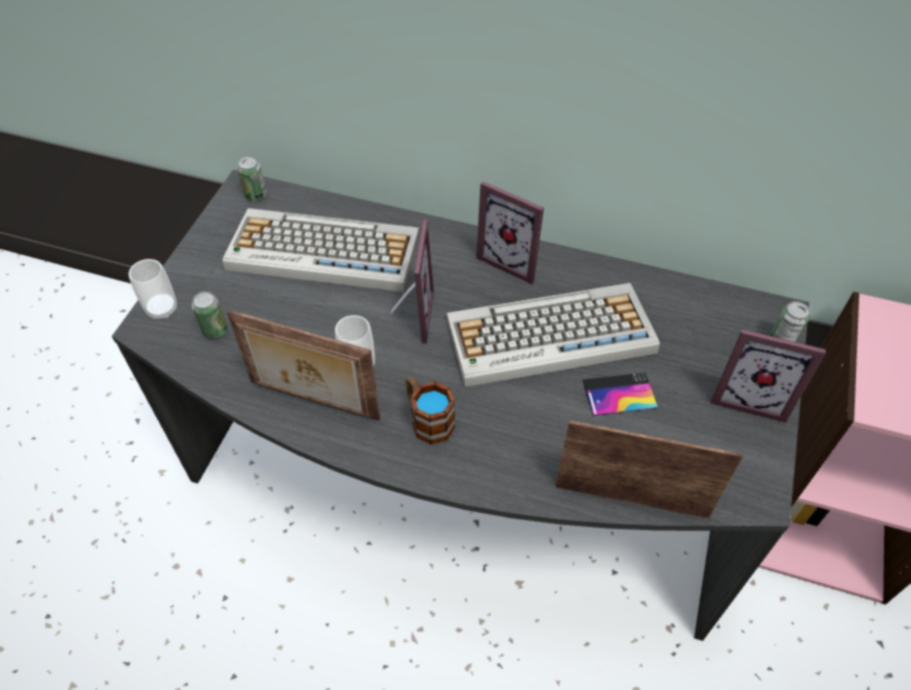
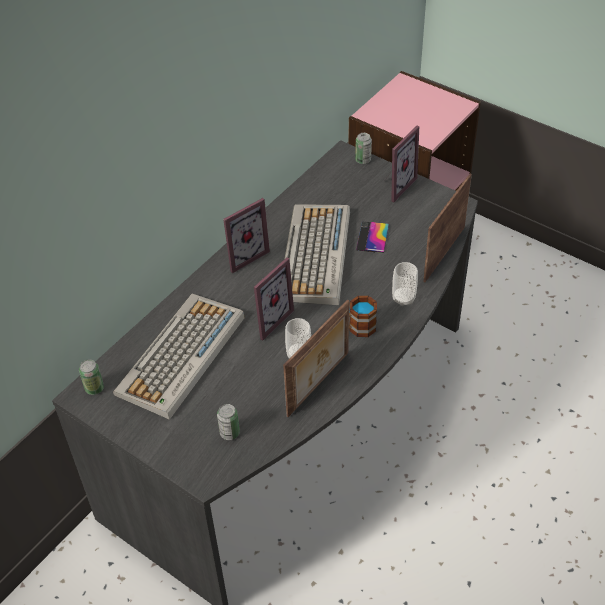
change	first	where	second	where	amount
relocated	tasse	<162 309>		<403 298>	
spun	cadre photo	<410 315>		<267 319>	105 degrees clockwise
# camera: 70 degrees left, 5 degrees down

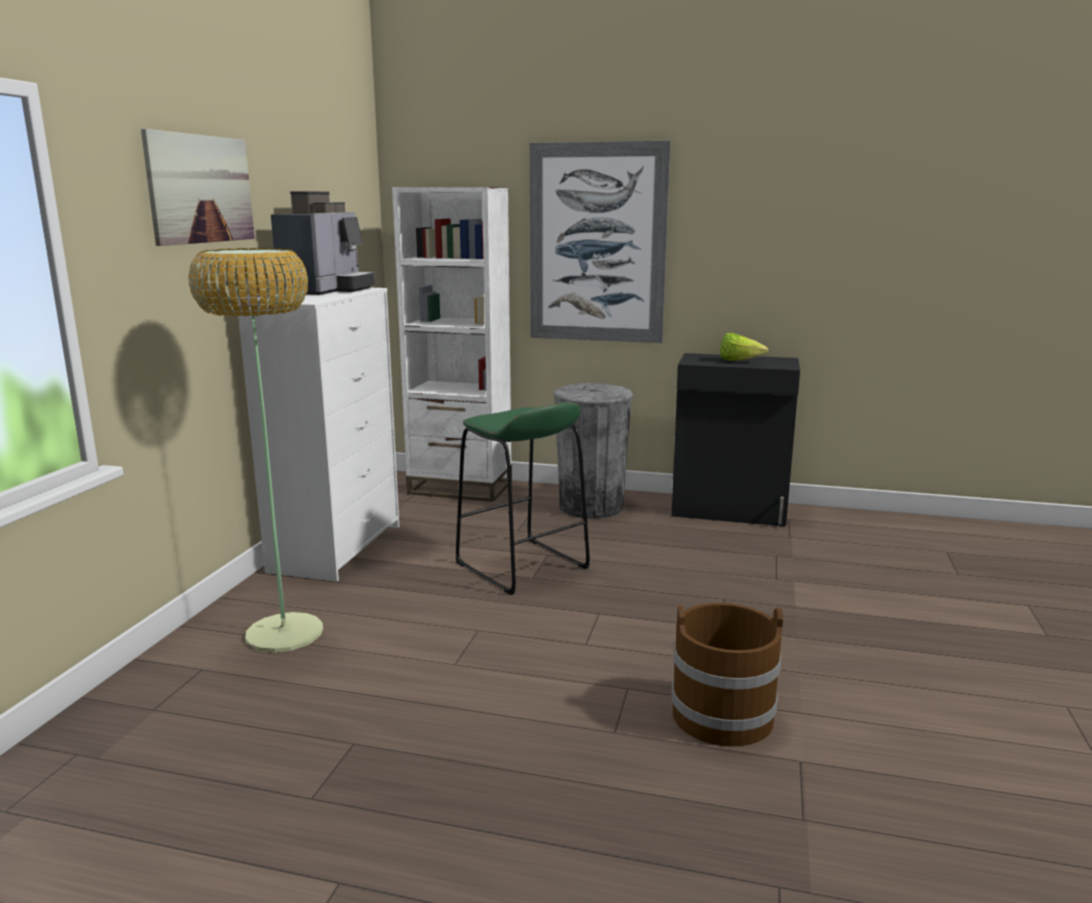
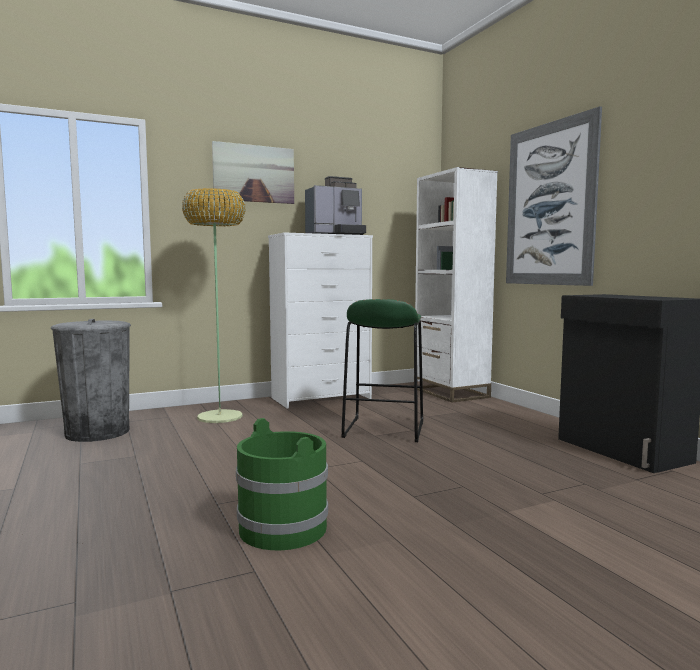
change	first	where	second	where	amount
relocated	poubelle (gris)	<591 507>		<97 432>	
colour	seau (marron)	<723 715>	seau (vert)	<283 528>	
missing	laitue	<739 361>			
# camera: 50 degrees right, 10 degrees down

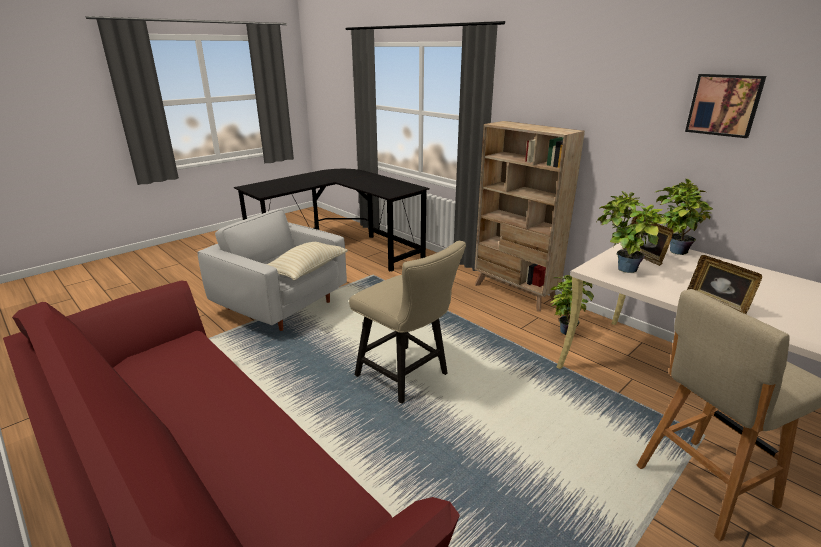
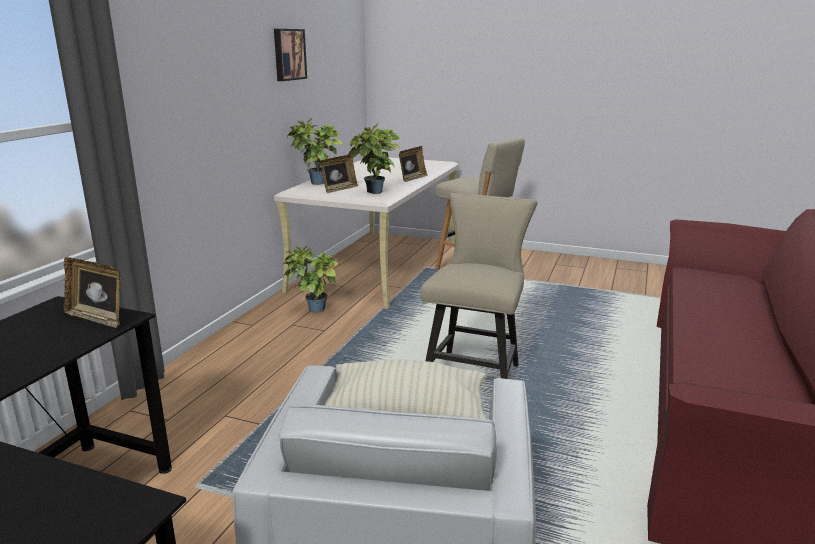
change	first	where	second	where	amount
missing	bibliothèque (beige)	<515 292>			
appeared			cadre photo	<97 318>	
# camera: 115 degrees left, 5 degrees down

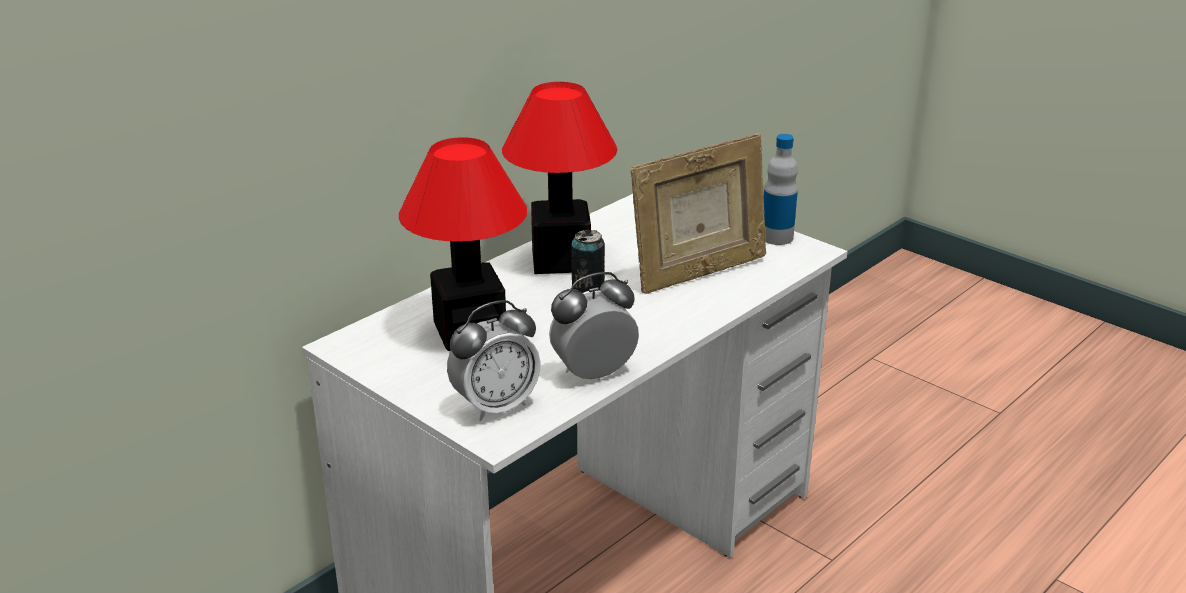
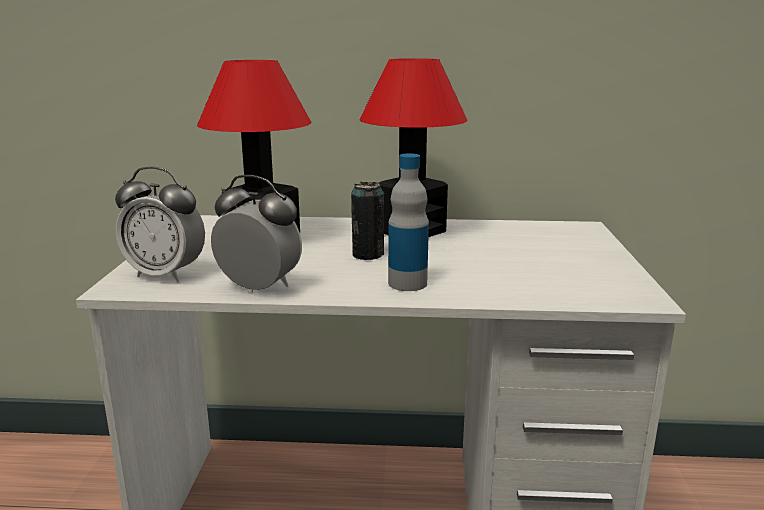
change	first	where	second	where	amount
missing	cadre photo	<698 273>			
relocated	bouteille	<776 237>		<407 283>	
# camera: 50 degrees right, 10 degrees down

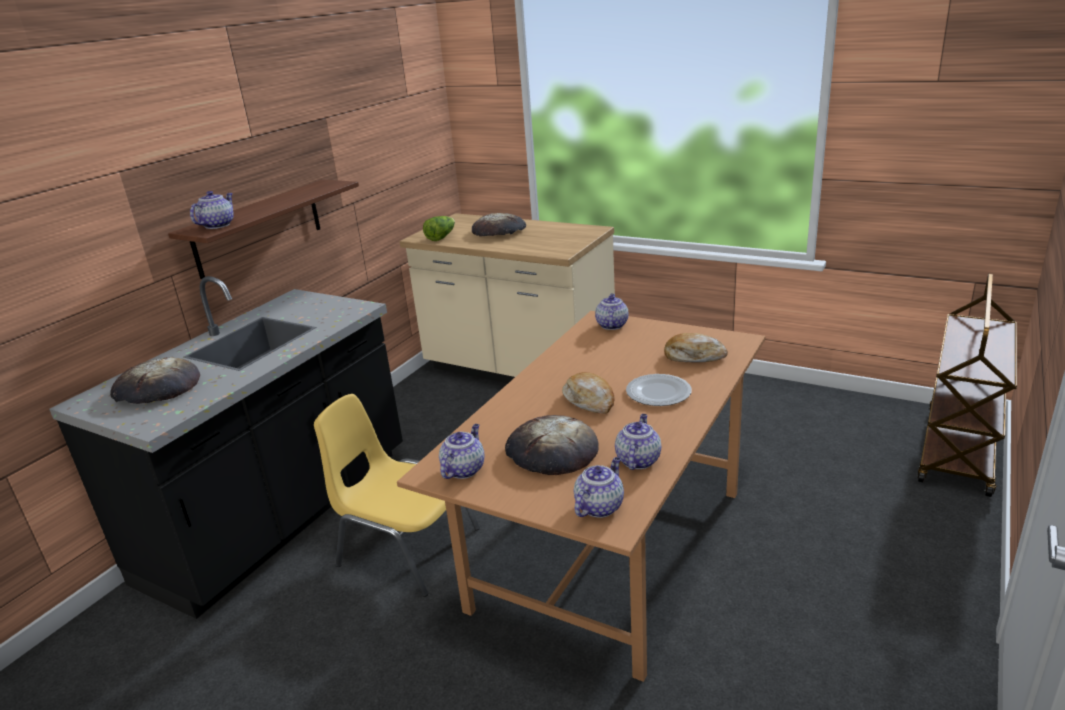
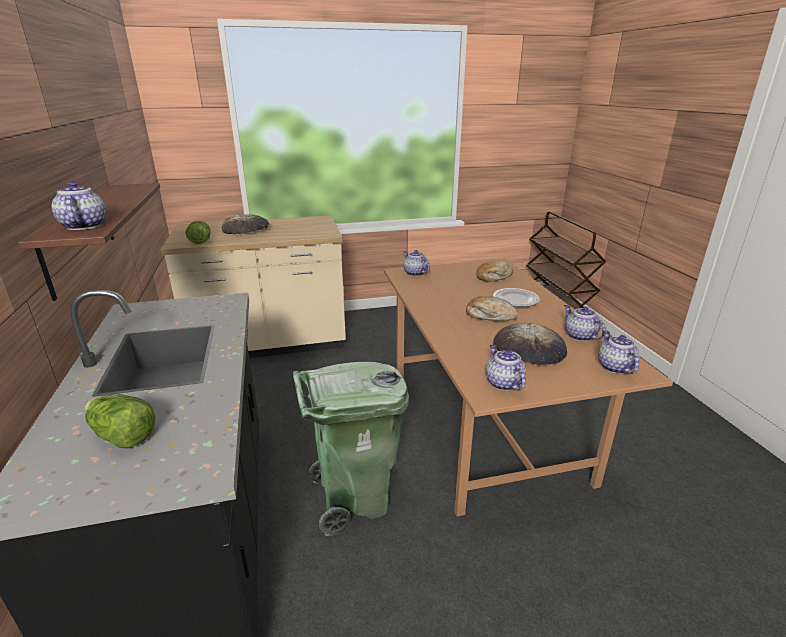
change	first	where	second	where	amount
exchanged	pain	<157 388>	laitue	<122 435>	
exchanged	chaise (jaune)	<406 547>	poubelle (vert)	<354 498>	
# camera: 45 degrees left, 0 degrees up

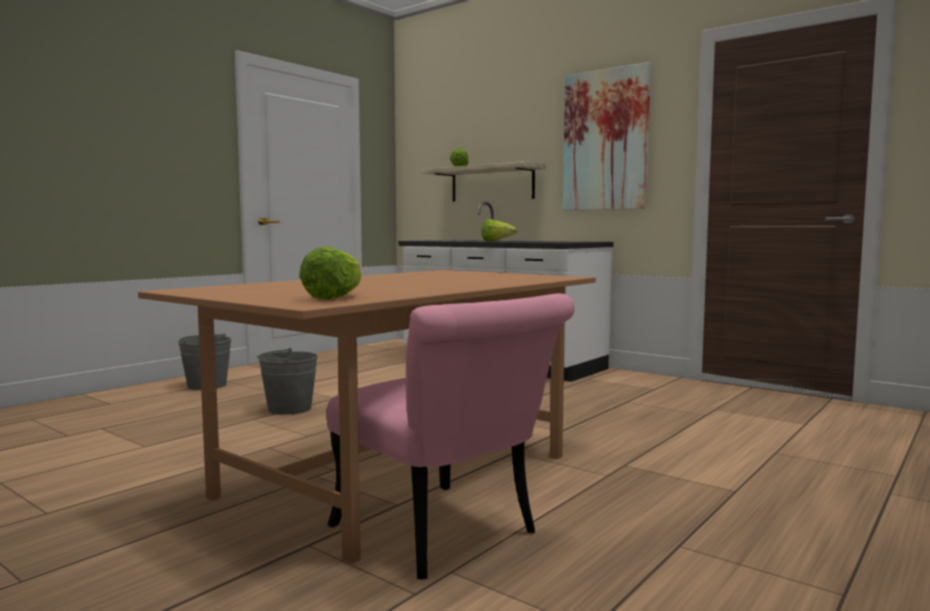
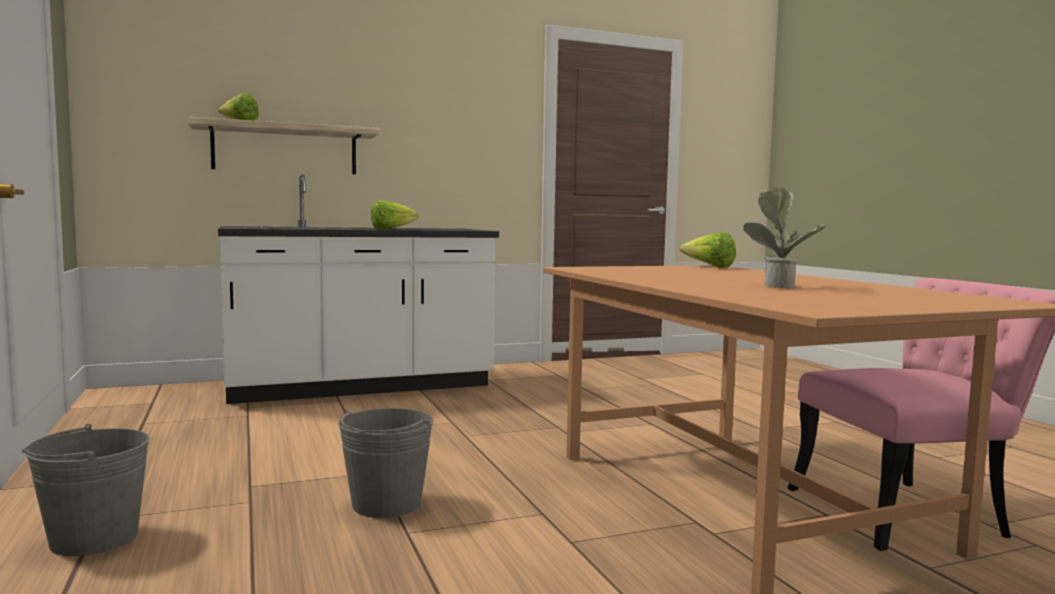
change	first	where	second	where	amount
relocated	laitue	<335 298>		<709 267>	
missing	tableau	<605 140>			
appeared			plante en pot	<778 286>	
# camera: 60 degrees left, 0 degrees up

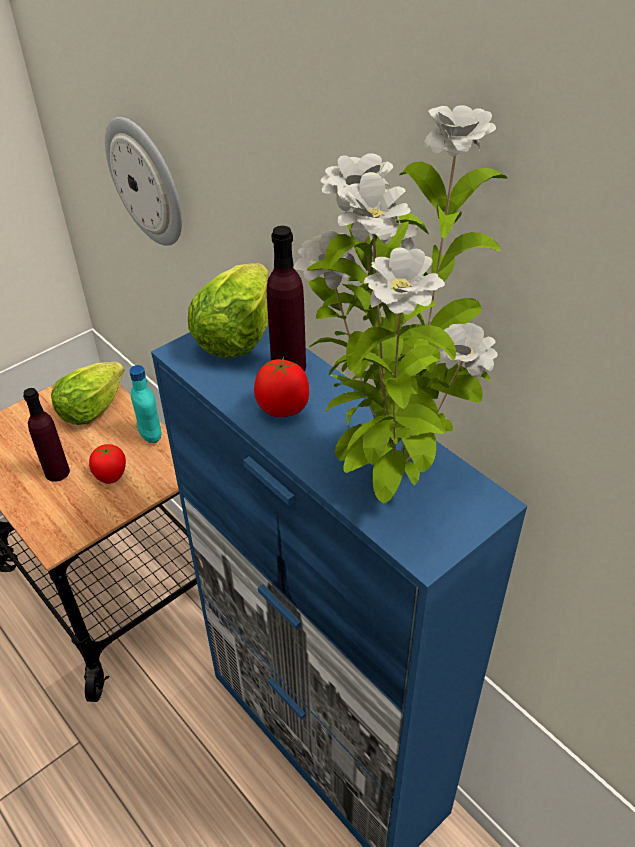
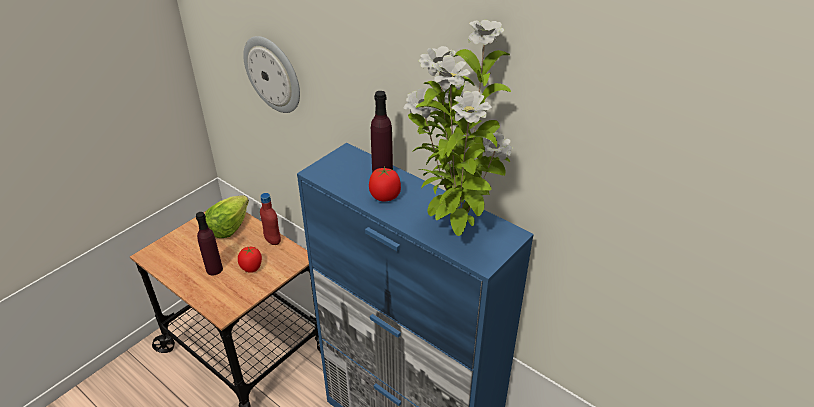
change	first	where	second	where	amount
colour	bouteille (turquoise)	<150 435>	bouteille (rouge)	<272 240>	
missing	laitue	<235 337>			
# camera: 10 degrees left, 5 degrees down

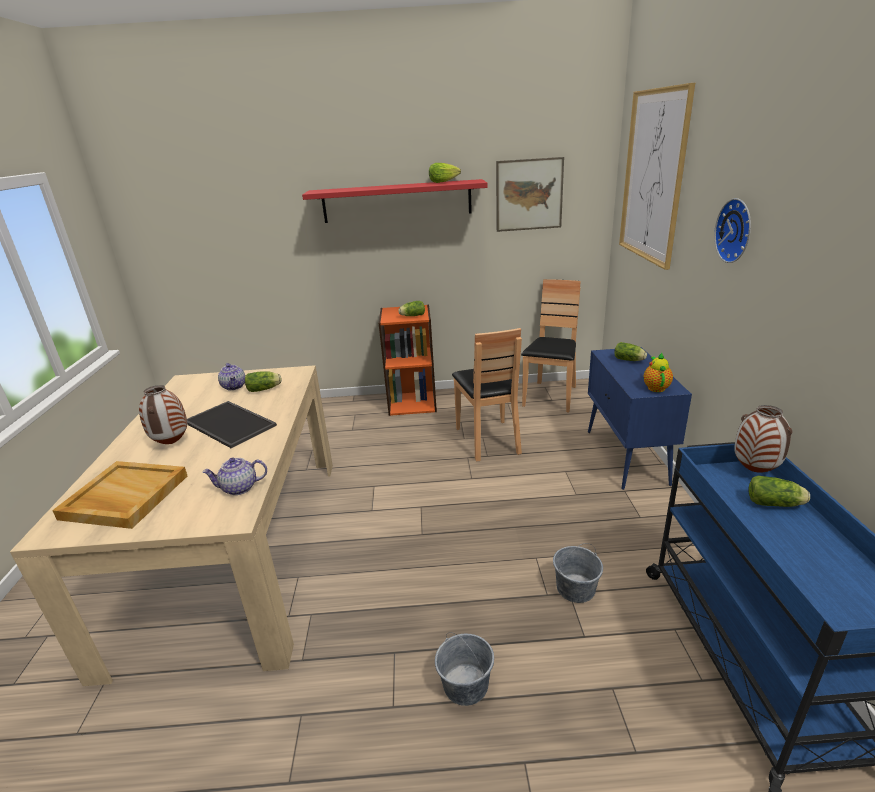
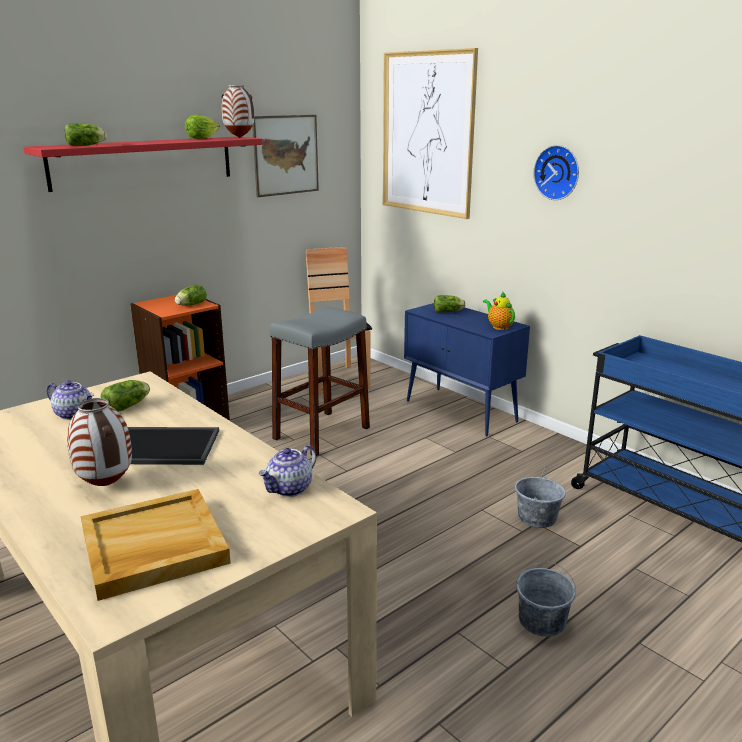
change	first	where	second	where	amount
exchanged	chaise (marron)	<488 440>	tabouret (gris)	<321 433>	
relocated	vase	<755 471>		<240 137>	
relocated	laitue	<776 504>		<87 145>	
# camera: 40 degrees left, 5 degrees down

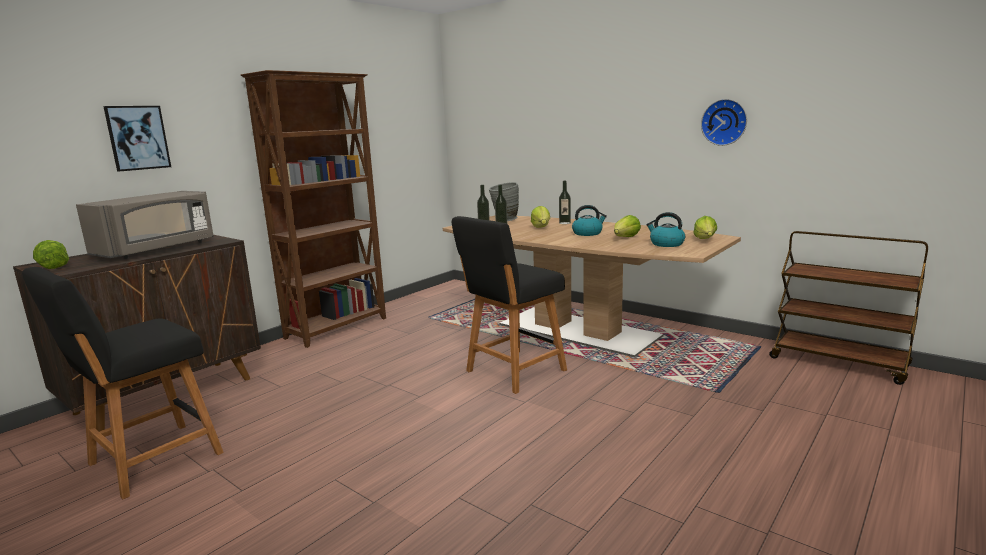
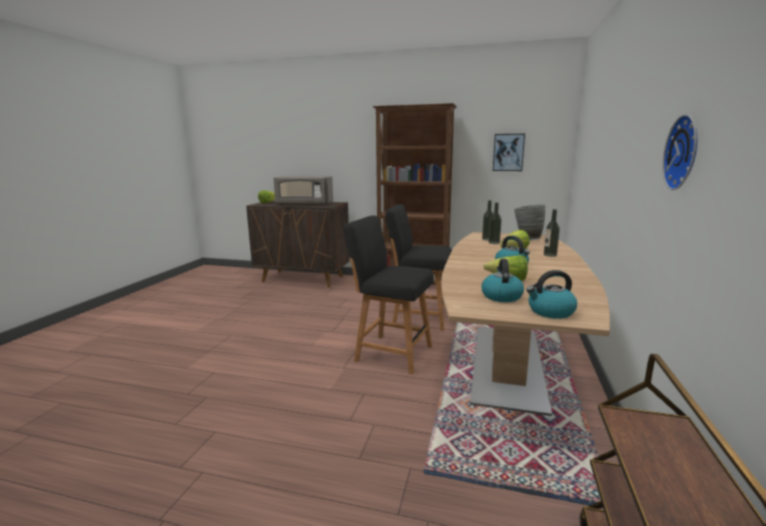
change	first	where	second	where	amount
relocated	tabouret (noir)	<149 461>		<418 317>	
relocated	tableau	<137 138>		<508 152>	
exchanged	laitue	<705 240>	bouilloire	<550 312>	
# camera: 65 degrees right, 0 degrees up

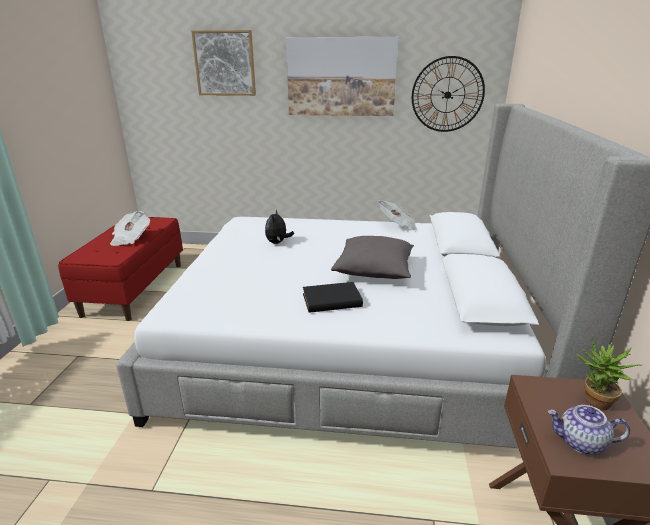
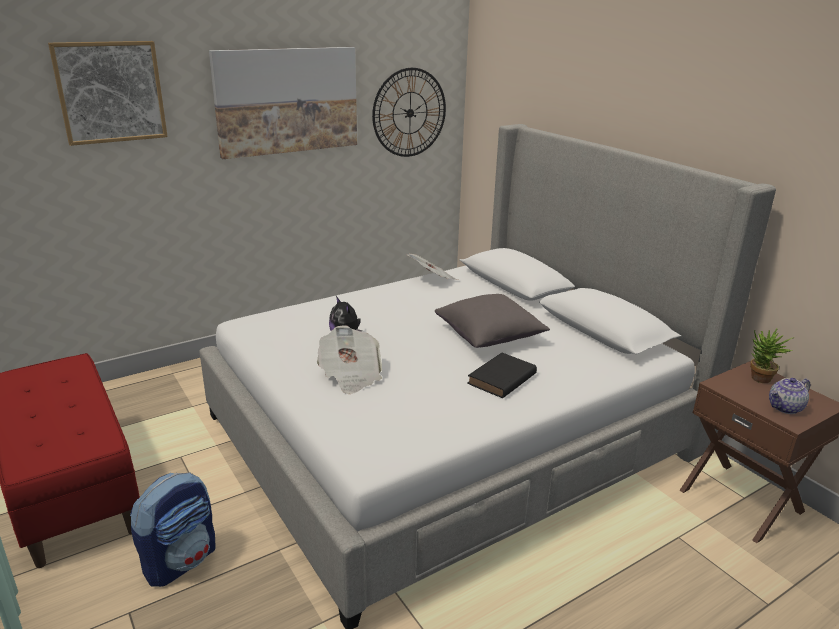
change	first	where	second	where	amount
relocated	journal	<130 239>		<350 375>	
appeared			sac à dos	<181 560>	
# camera: 40 degrees left, 0 degrees up

